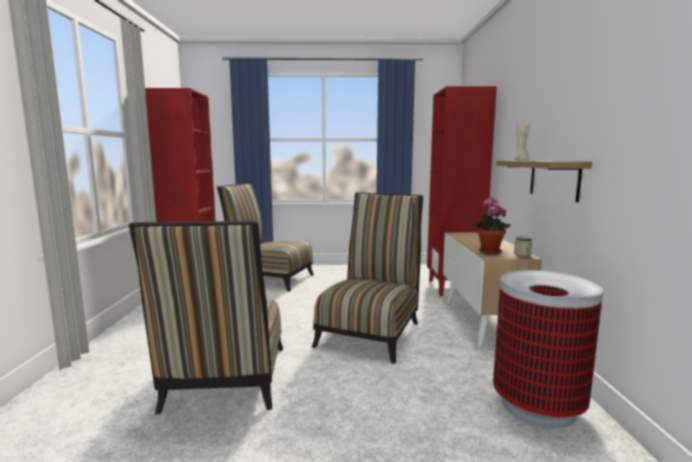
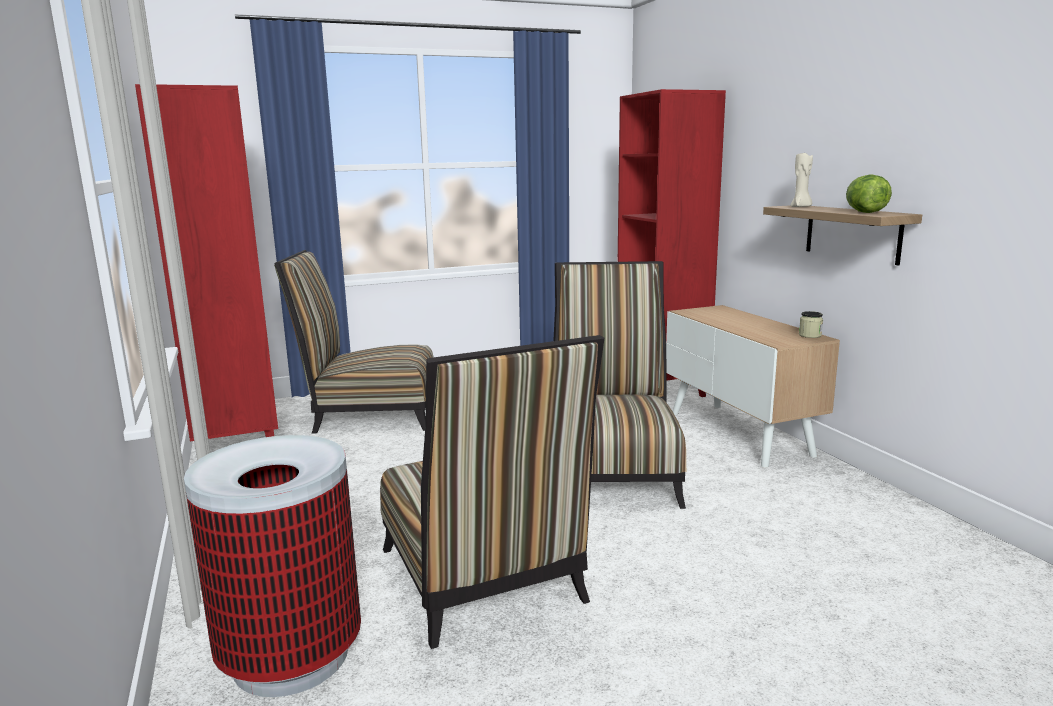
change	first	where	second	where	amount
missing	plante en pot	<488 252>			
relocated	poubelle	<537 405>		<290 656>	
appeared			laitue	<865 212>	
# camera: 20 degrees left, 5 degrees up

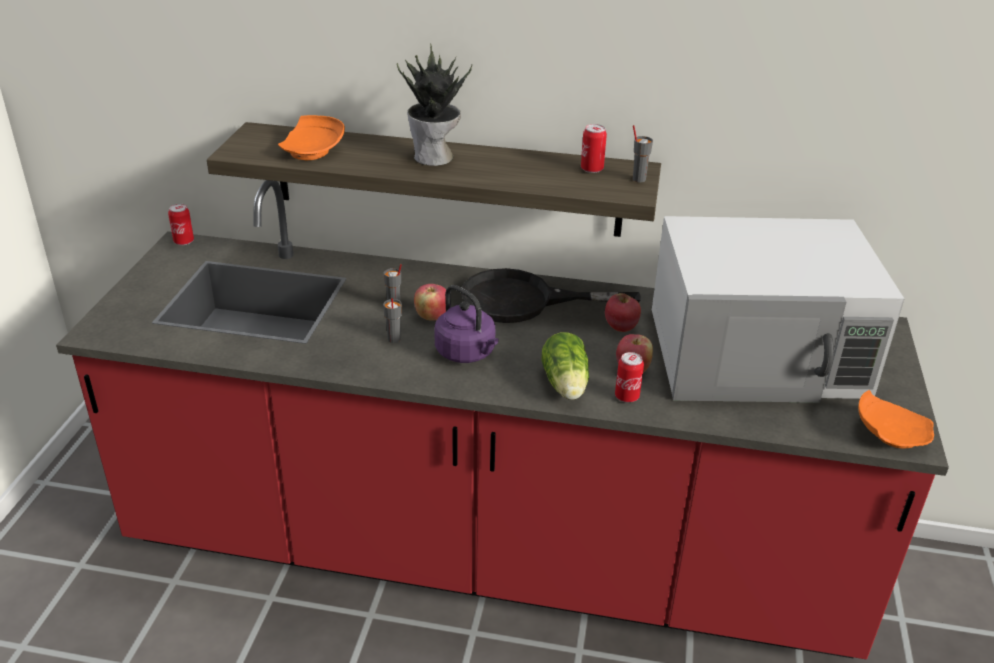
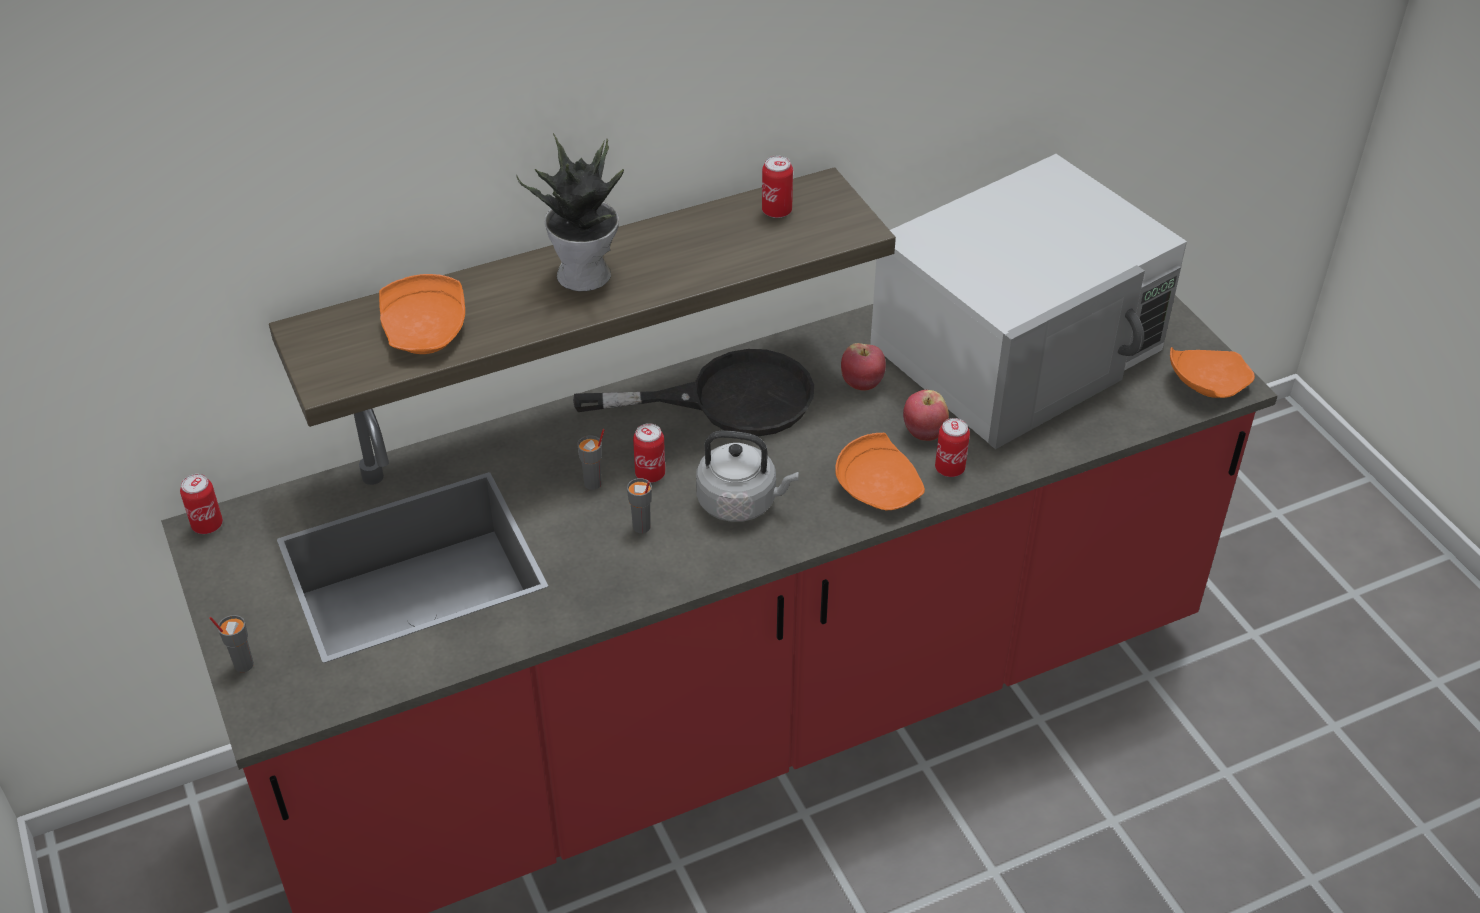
change	first	where	second	where	amount
exchanged	pomme	<431 316>	boîte métallique	<650 474>	
colour	bouilloire (violet)	<467 353>	bouilloire (gris)	<741 502>	
spun	poêle (noir)	<524 301>		<728 399>	150 degrees counterclockwise
exchanged	laitue	<565 385>	assiette (orange)	<880 488>	
relocated	tasse (gris)	<638 179>		<243 664>	
# camera: 35 degrees left, 10 degrees up

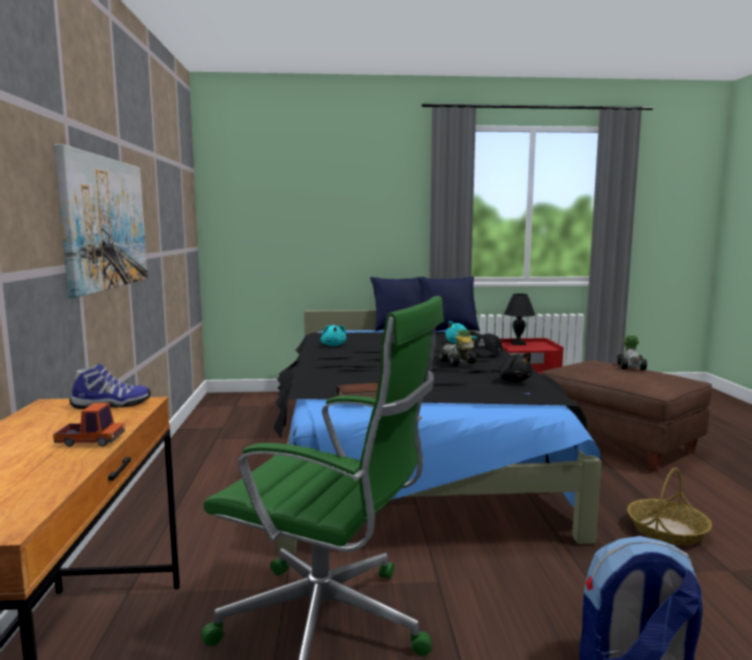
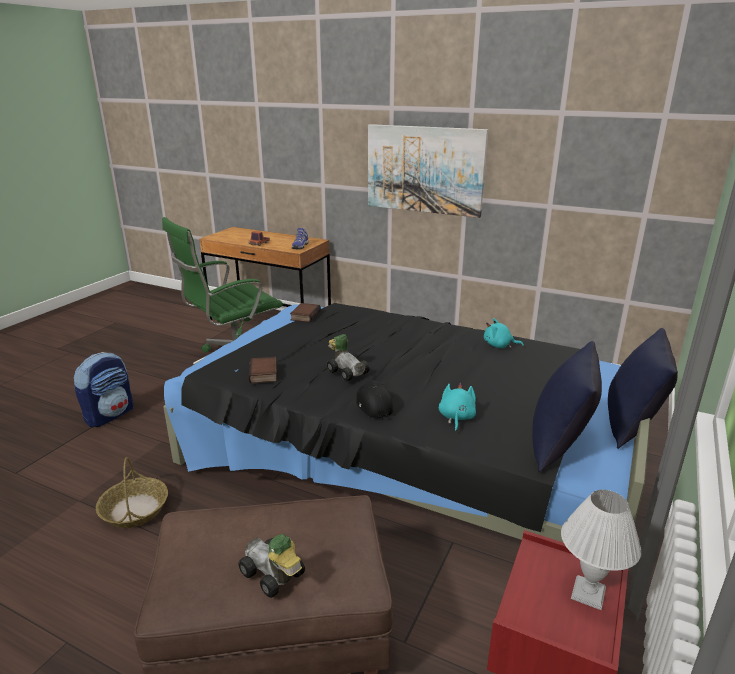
change	first	where	second	where	amount
spun	petite voiture	<457 363>		<347 371>	45 degrees clockwise
exchanged	peluche (noir)	<513 380>	livre	<264 374>	
colour	lampe de table (noir)	<518 343>	lampe de table (blanc)	<588 594>	
# camera: 120 degrees right, 15 degrees up

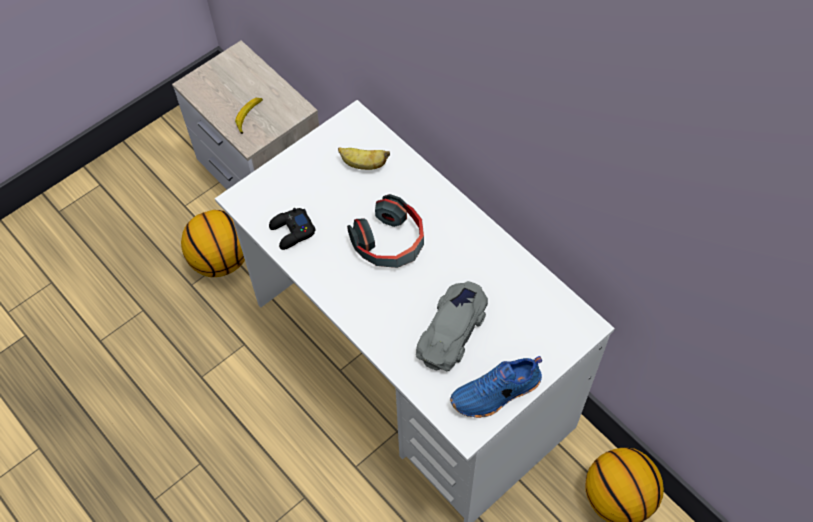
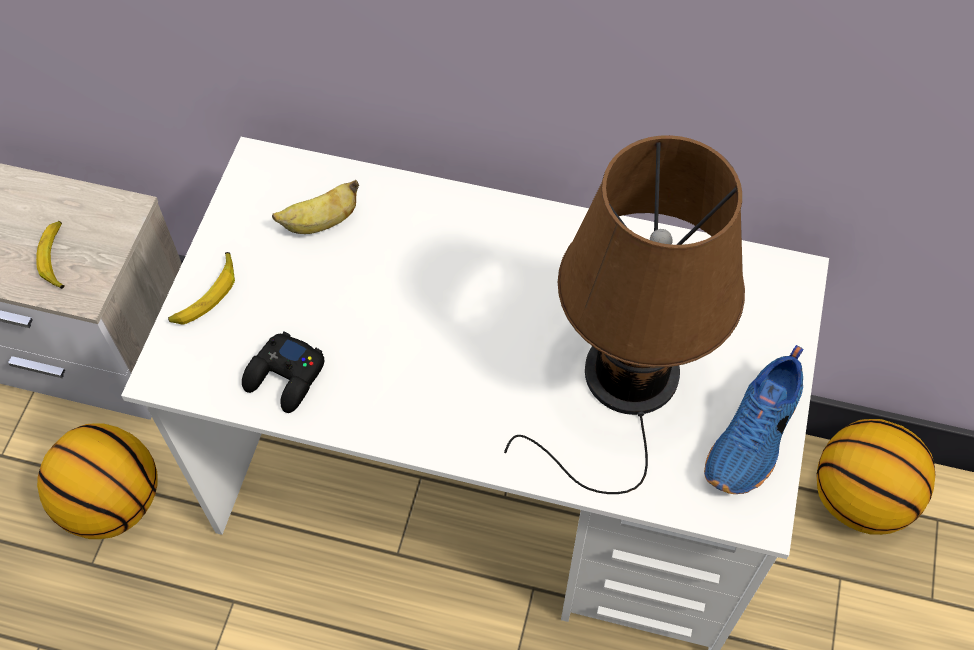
change	first	where	second	where	amount
missing	casque audio	<390 242>			
exchanged	petite voiture (gris)	<453 329>	lampe de table (marron)	<626 382>	
appeared			banane	<206 295>	
# camera: 35 degrees left, 0 degrees up

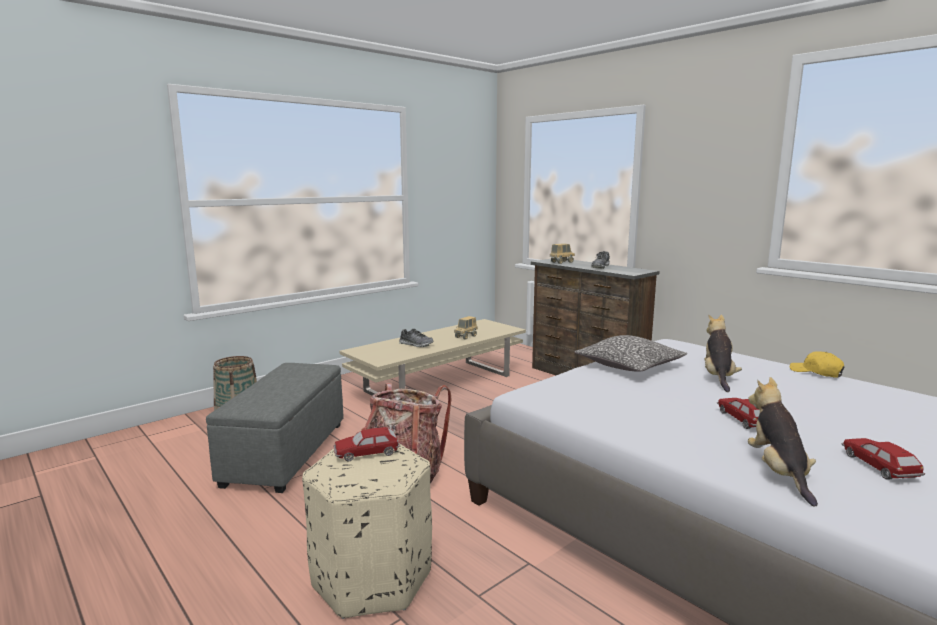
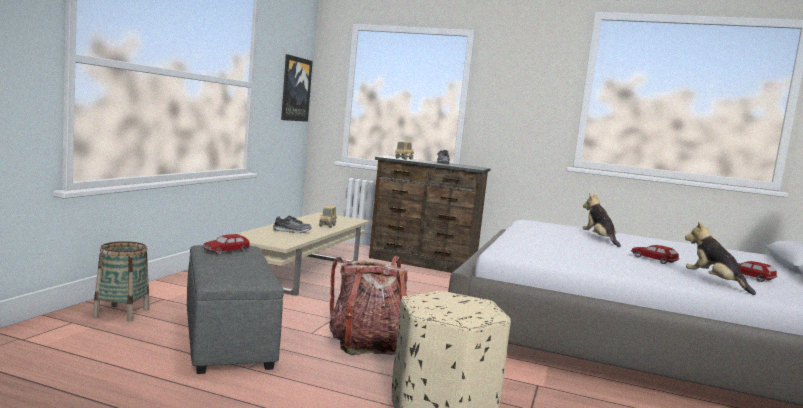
change	first	where	second	where	amount
relocated	petite voiture	<366 453>		<226 251>	
missing	coussin	<629 366>			
missing	casquette (jaune)	<816 372>			
appeared			tableau	<295 89>	
# camera: 30 degrees left, 5 degrees down

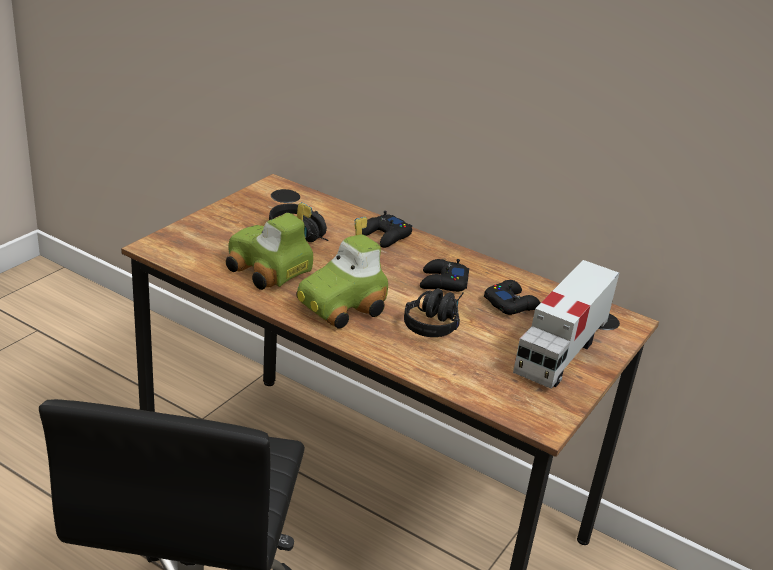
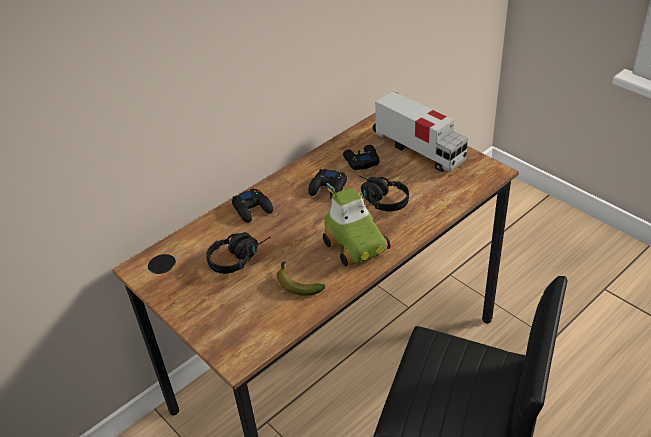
change	first	where	second	where	amount
exchanged	petite voiture	<268 271>	banane	<296 283>	
# camera: 70 degrees left, 10 degrees up

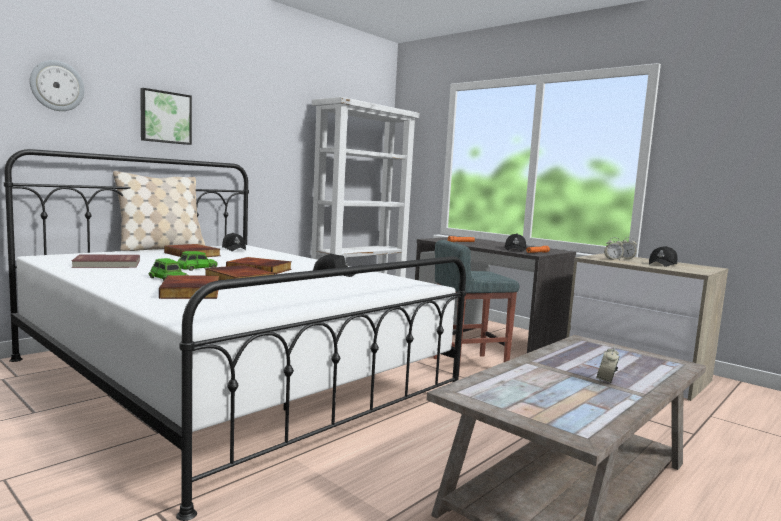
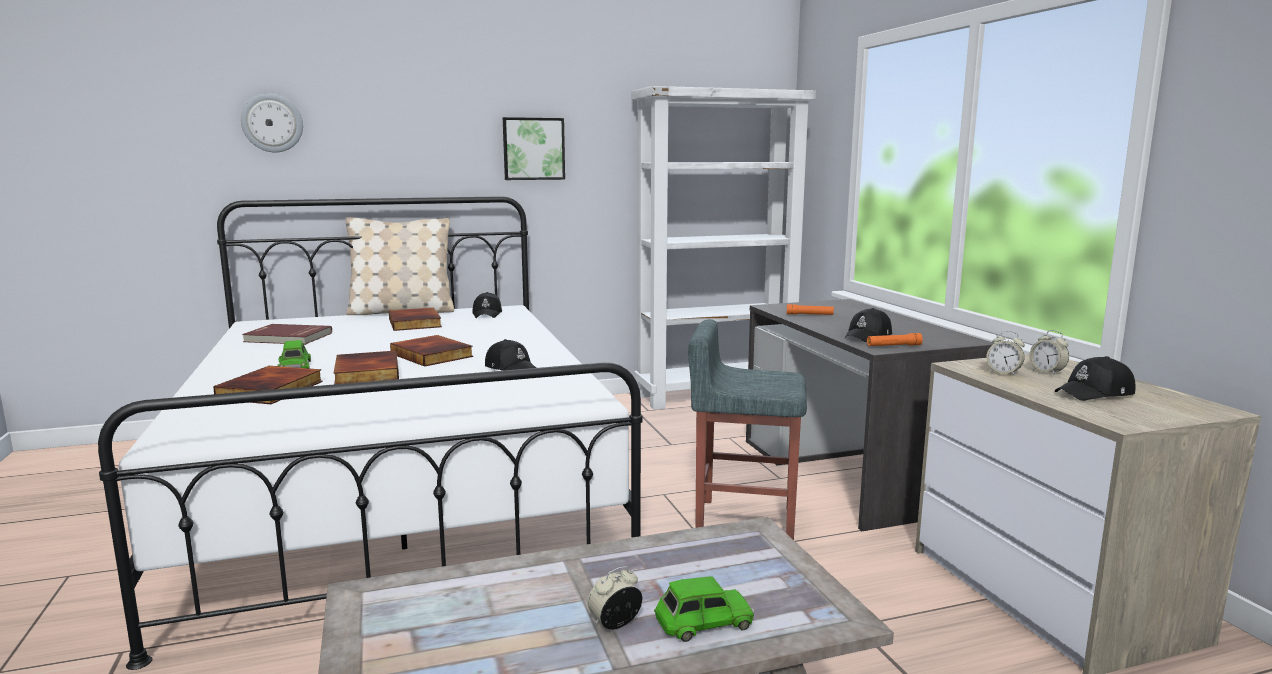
change	first	where	second	where	amount
relocated	tableau	<165 117>		<533 149>	
relocated	petite voiture (vert)	<196 268>		<703 622>	
# camera: 30 degrees right, 5 degrees up

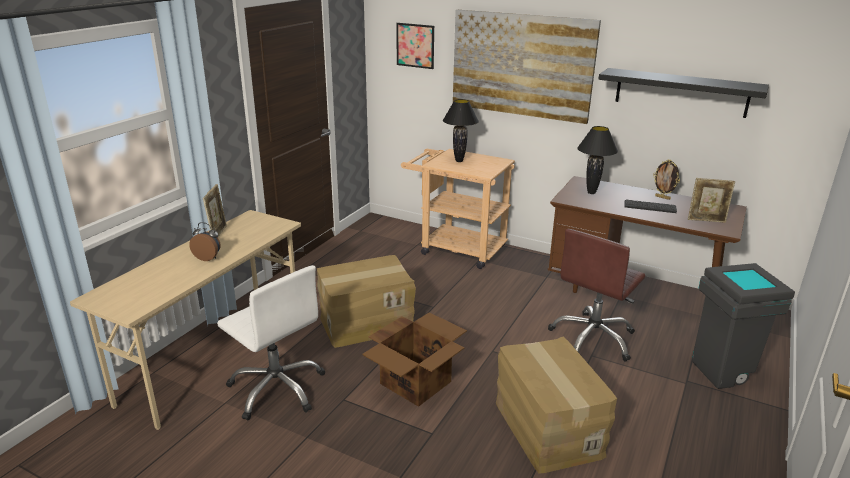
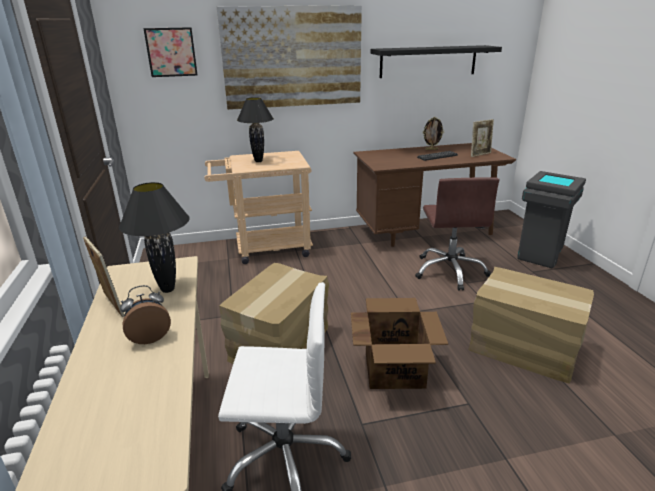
change	first	where	second	where	amount
relocated	lampe de table (noir)	<591 193>		<168 290>	
# camera: 40 degrees left, 0 degrees up

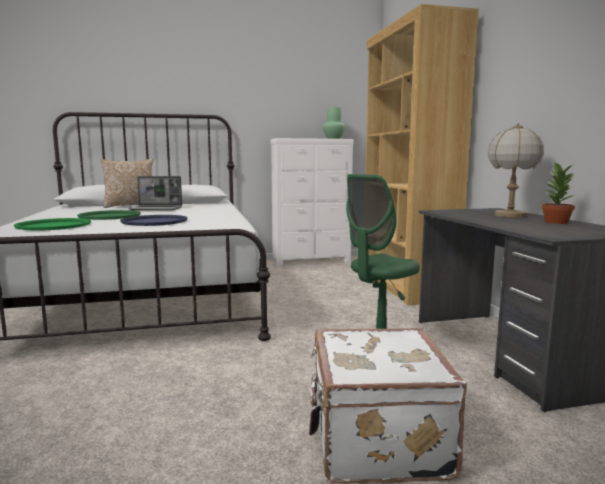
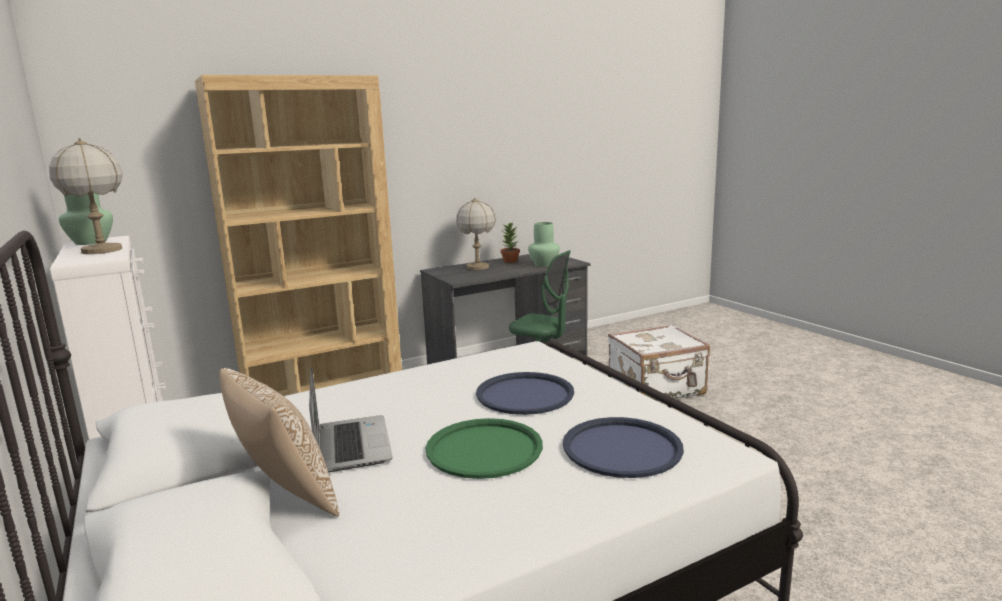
change	first	where	second	where	amount
colour	plateau (vert)	<53 225>	plateau (bleu)	<622 448>	
appeared			lampe de table	<102 250>	
appeared			vase (vert)	<543 264>	
# camera: 105 degrees left, 5 degrees up

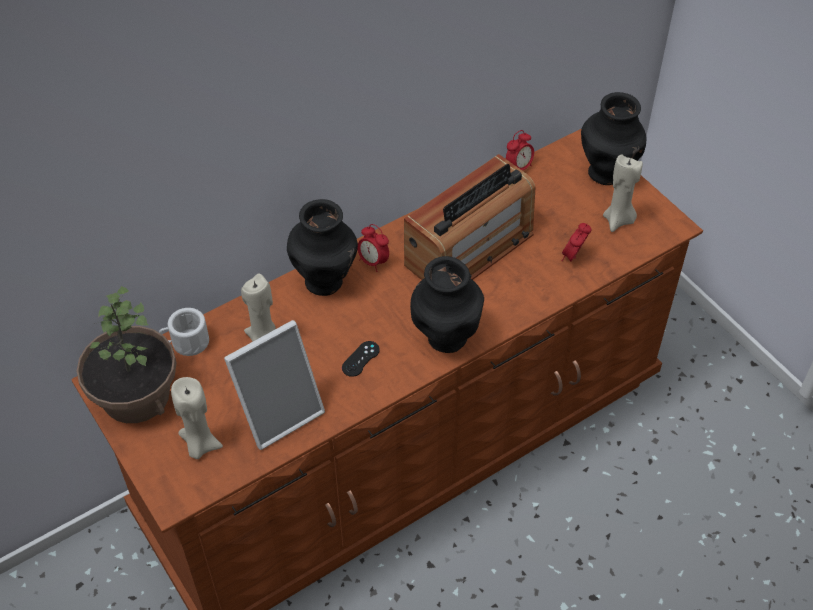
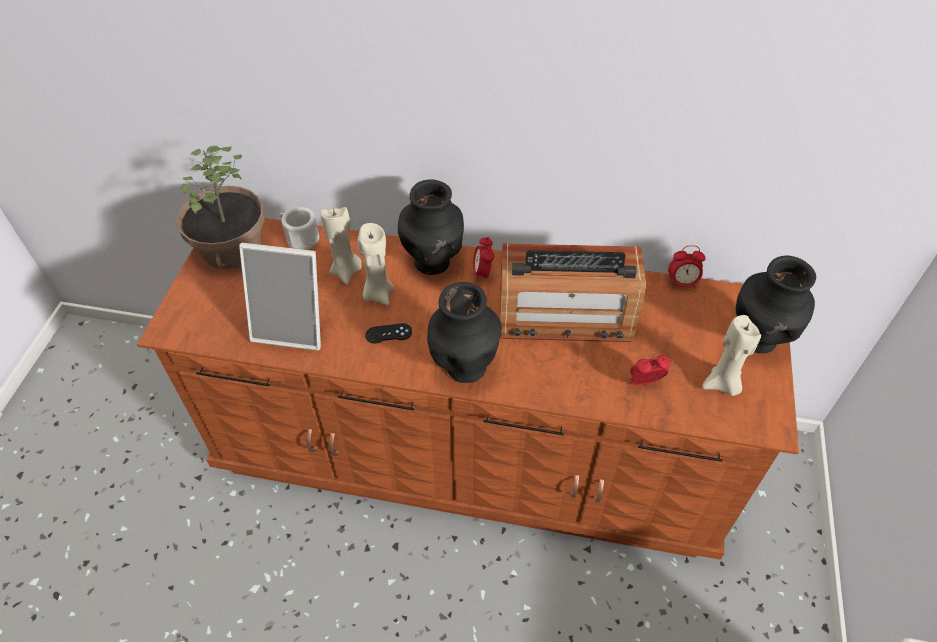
change	first	where	second	where	amount
relocated	bougie (beige)	<200 445>		<378 294>	
# camera: 45 degrees right, 0 degrees up

